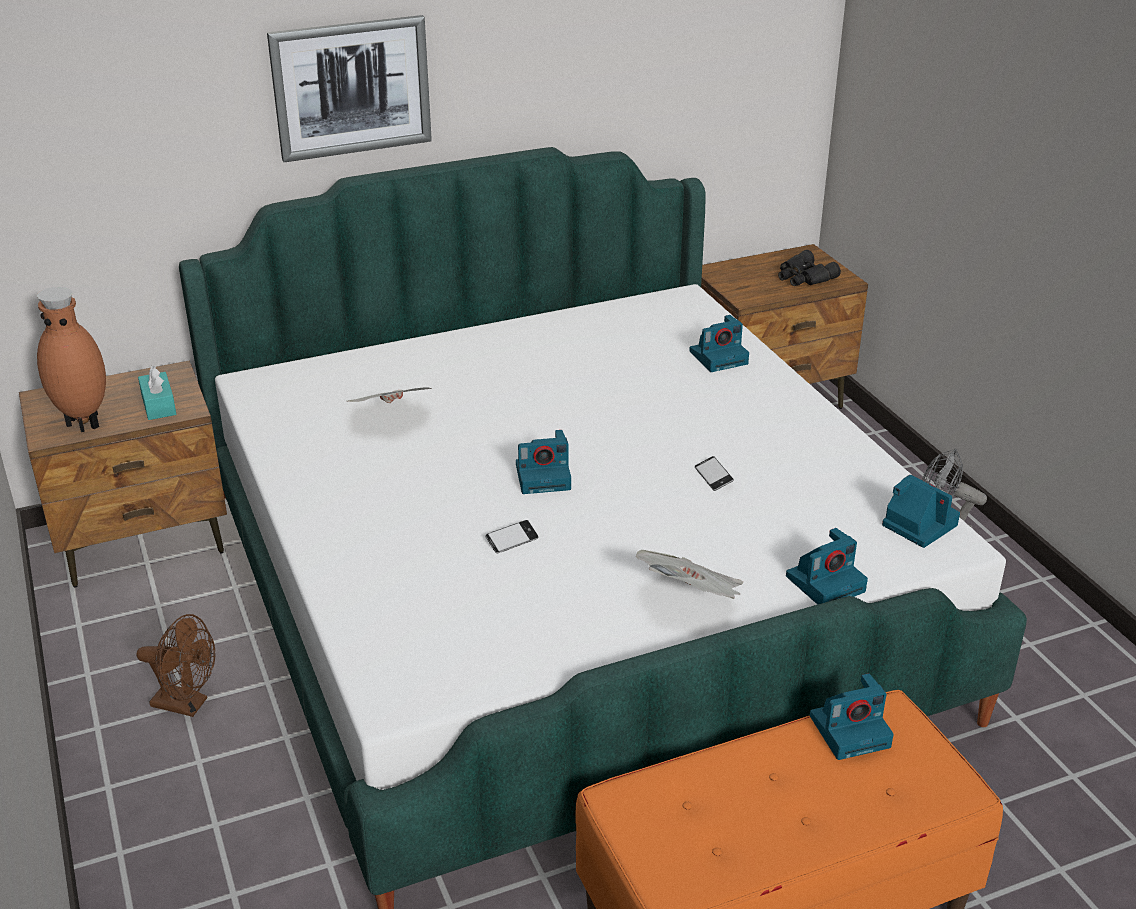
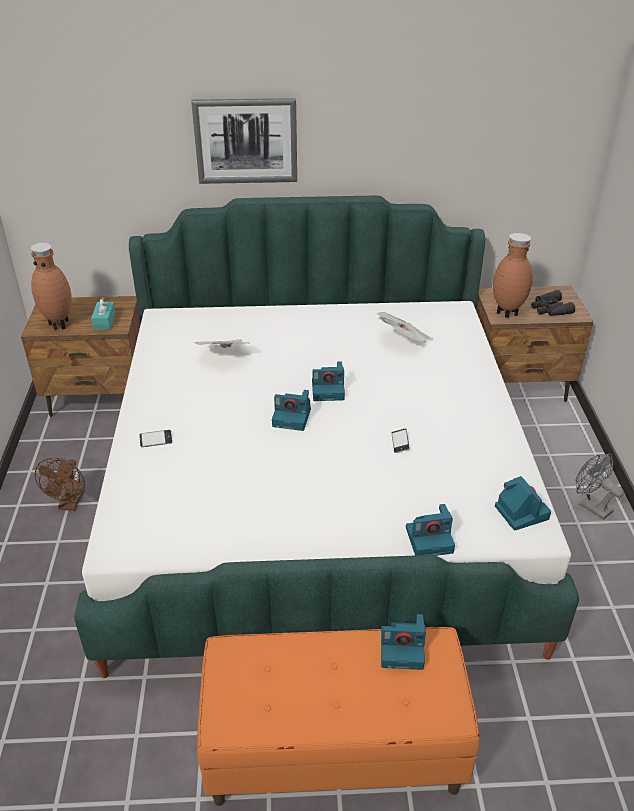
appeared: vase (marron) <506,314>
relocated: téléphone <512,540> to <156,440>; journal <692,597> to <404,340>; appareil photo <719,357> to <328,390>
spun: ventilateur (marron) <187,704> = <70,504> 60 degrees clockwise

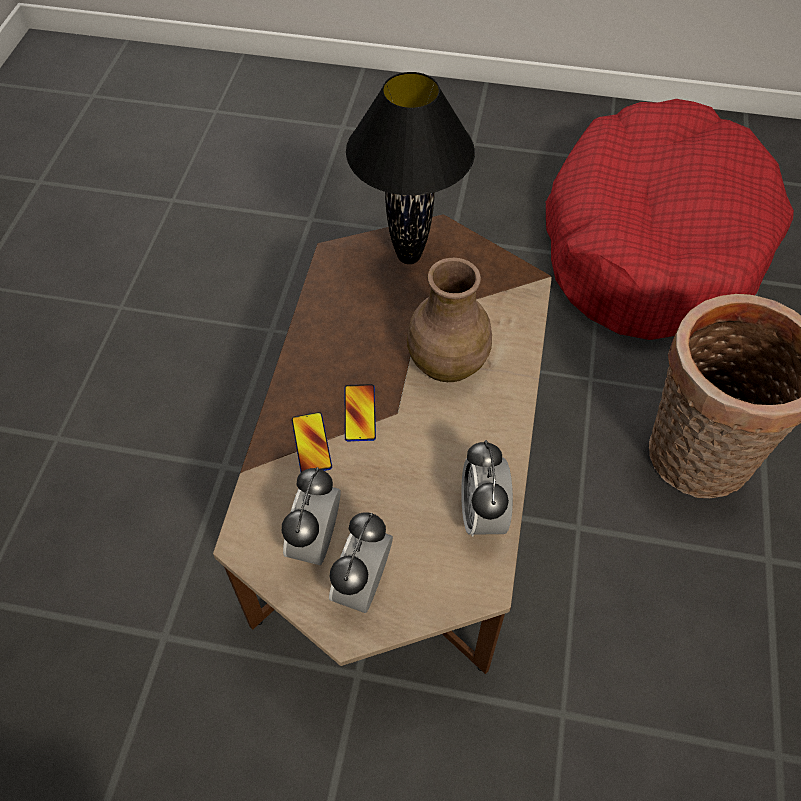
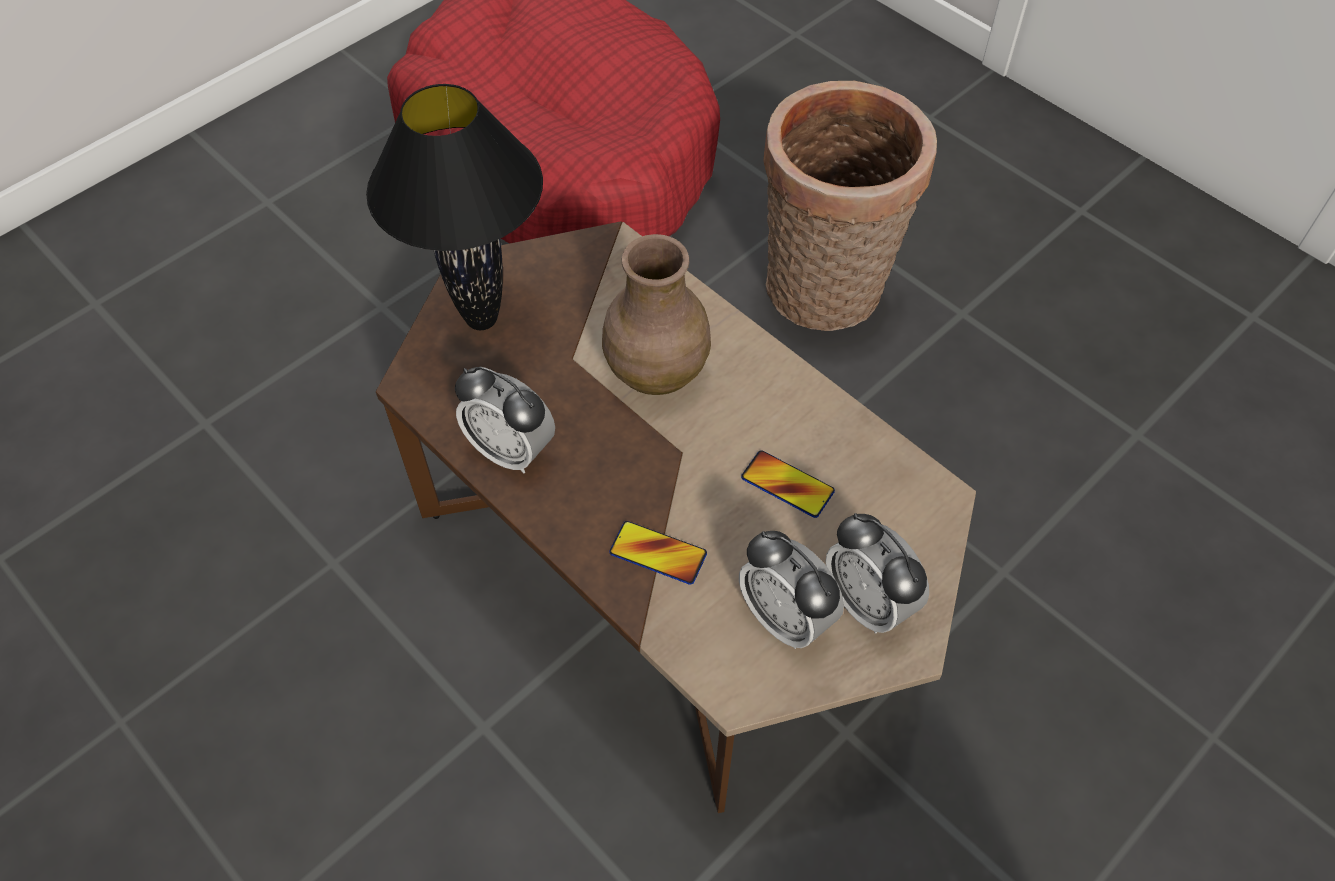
relocated: téléphone <359,413> to <787,485>; réveil <482,515> to <511,450>

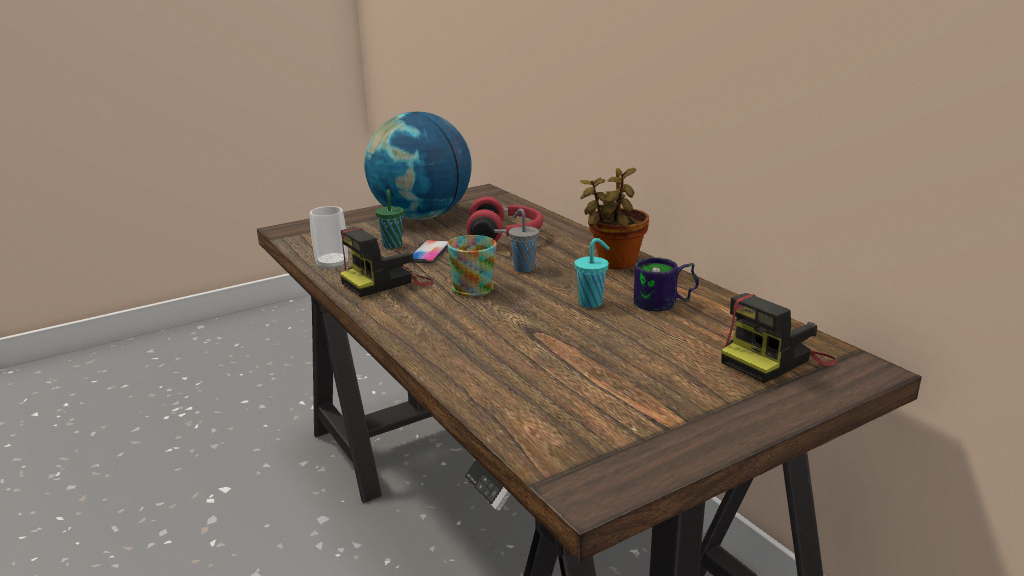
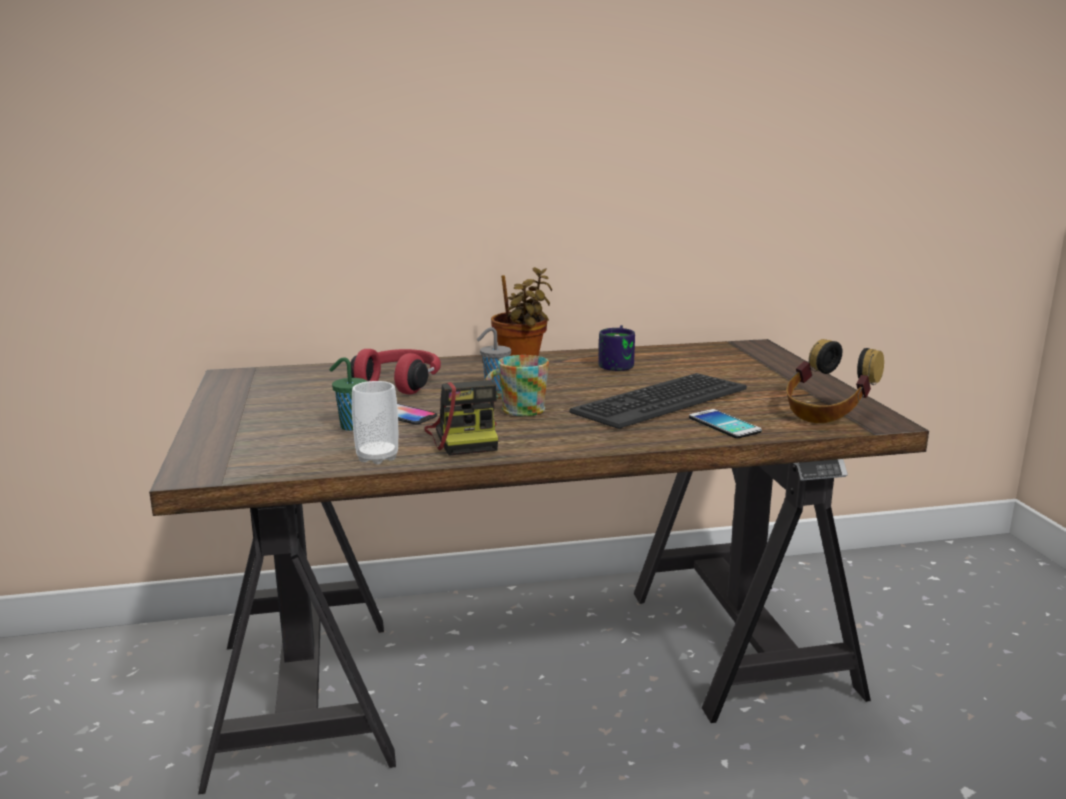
missing: globe <422,216>; tasse (turquoise) <592,303>; appareil photo <775,360>
appeared: clavier <659,401>; téléphone <724,425>; casque audio <827,414>

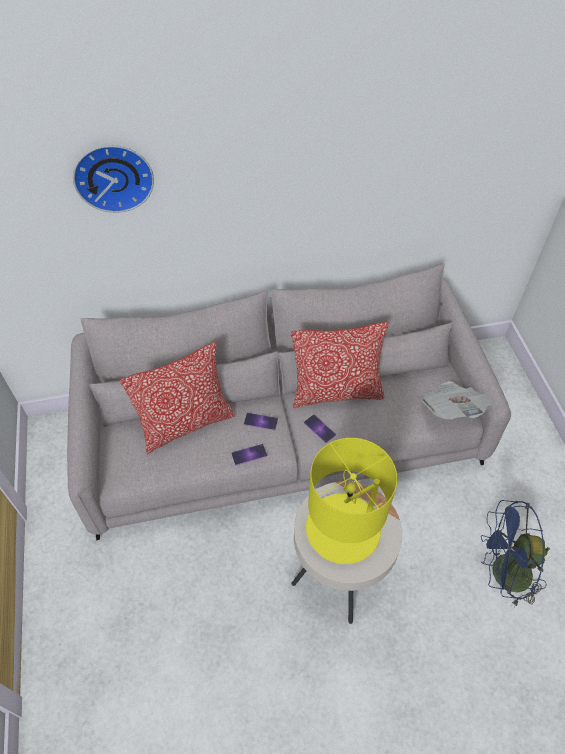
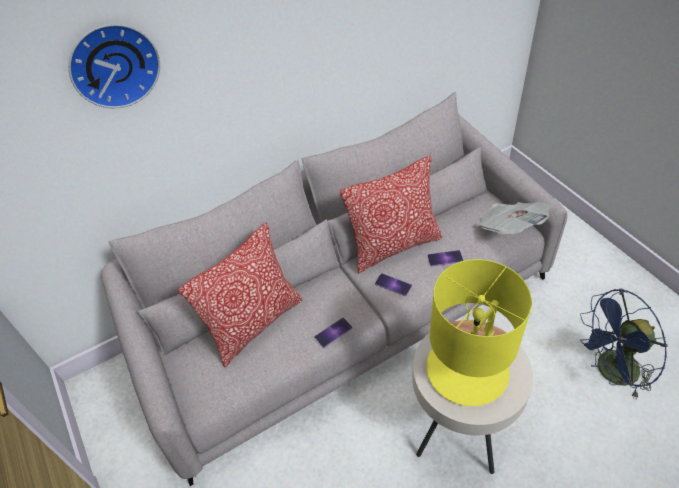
relocated: téléphone <260,421> to <445,258>

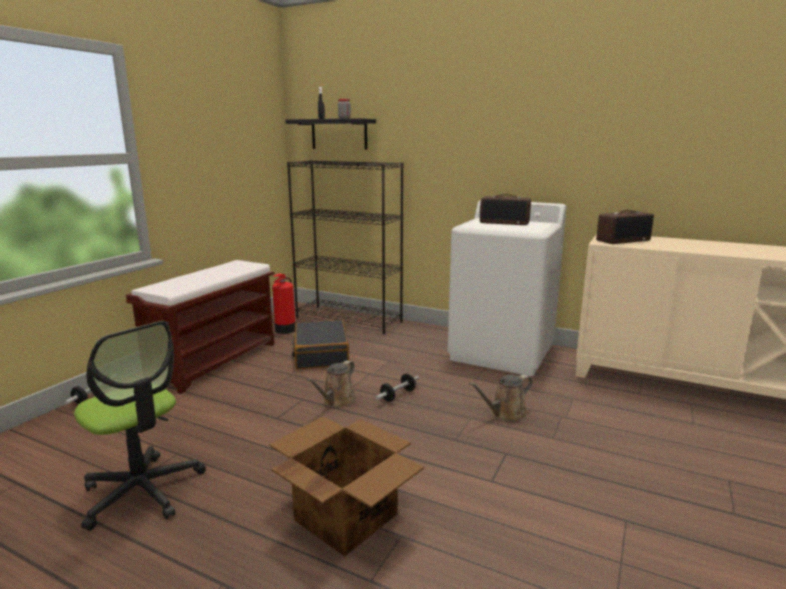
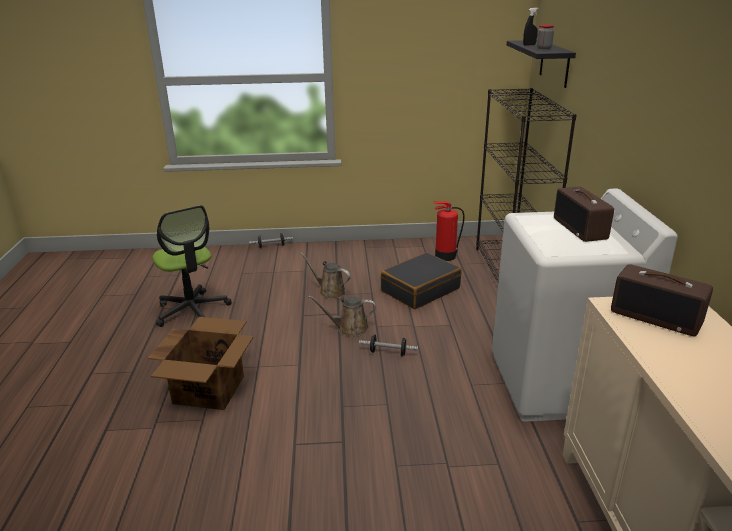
missing: banc (marron) <215,361>
relocated: arrosoir (marron) <505,414> to <330,291>
spun: chaise de bureau <142,491> = <192,310> 45 degrees counterclockwise

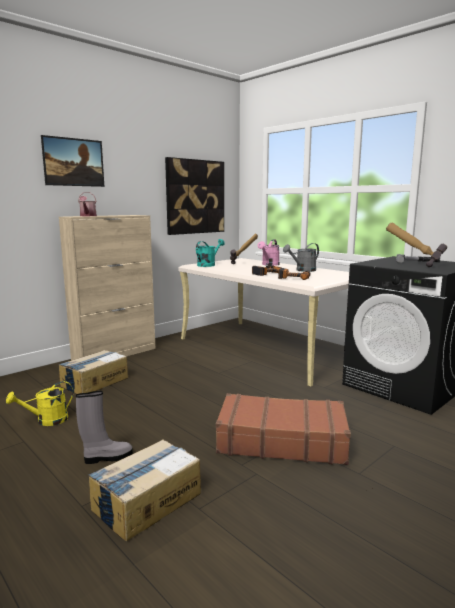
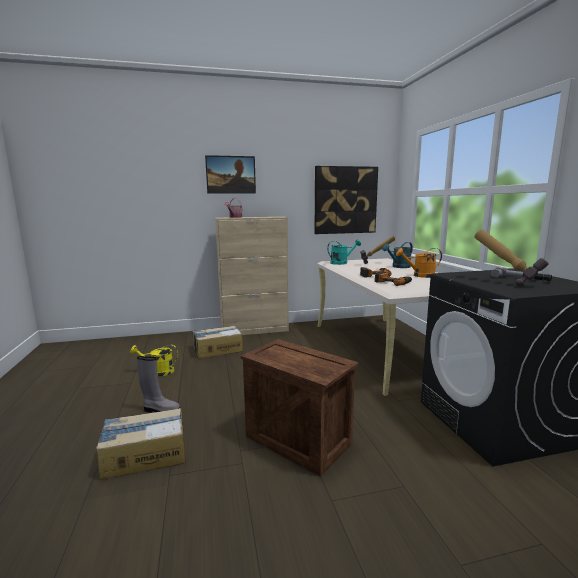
exchanged: valise (marron) <281,440> to caisse <296,440>
colour: arrosoir (rose) <269,264> to arrosoir (turquoise) <398,267>; arrosoir (gris) <303,270> to arrosoir (orange) <420,275>

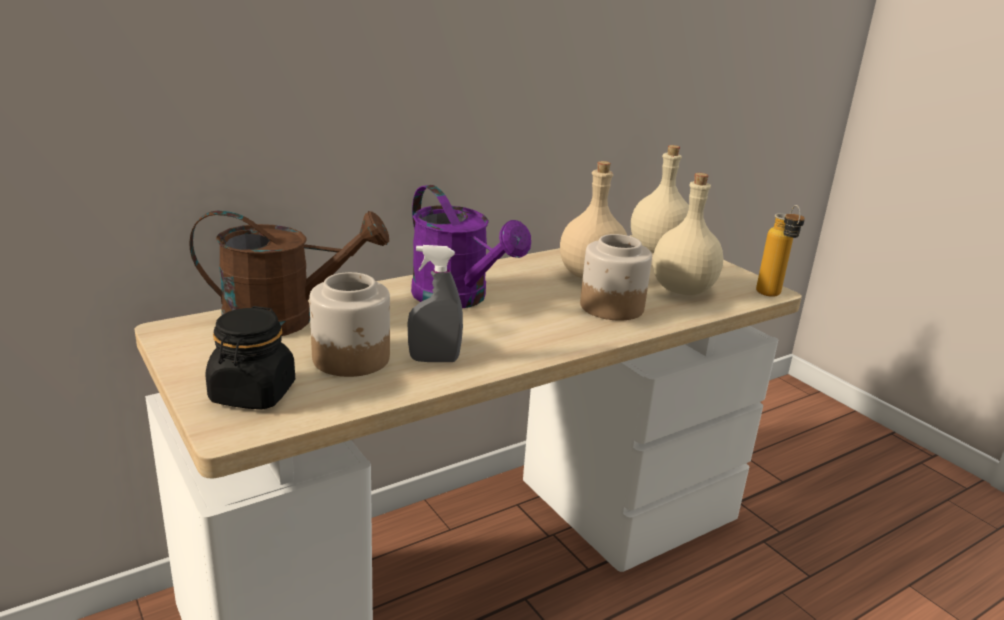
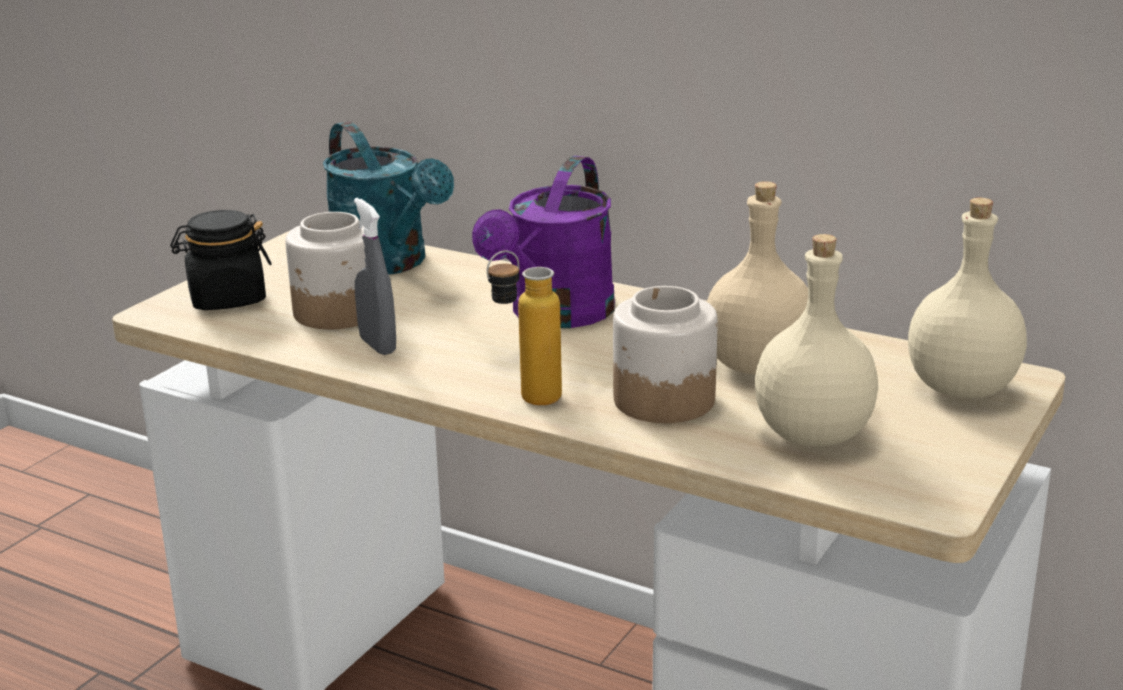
relocated: bouteille <771,296> to <526,402>
colour: arrosoir (marron) <285,319> to arrosoir (turquoise) <389,264>

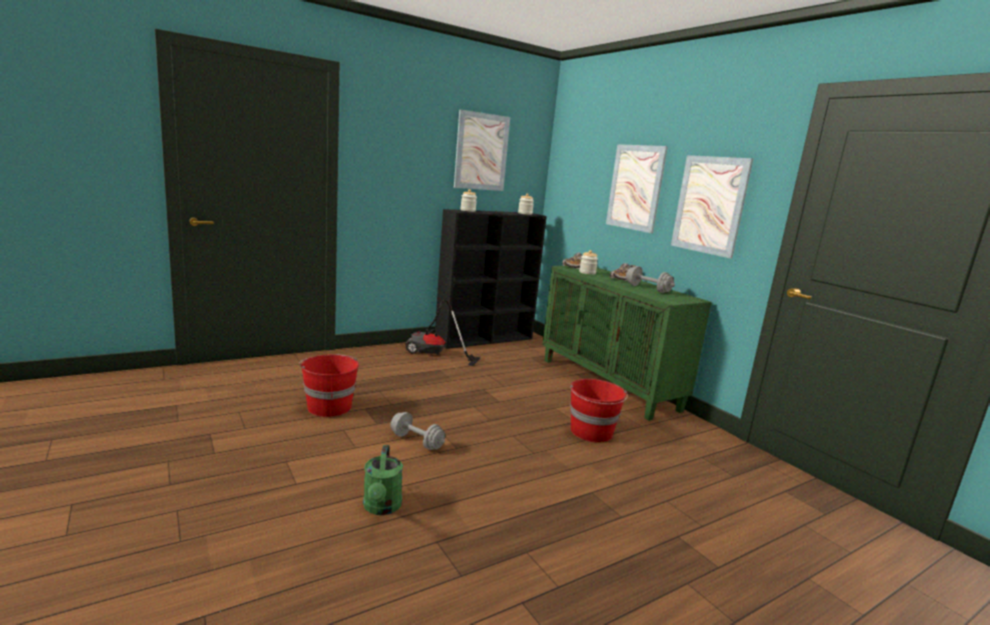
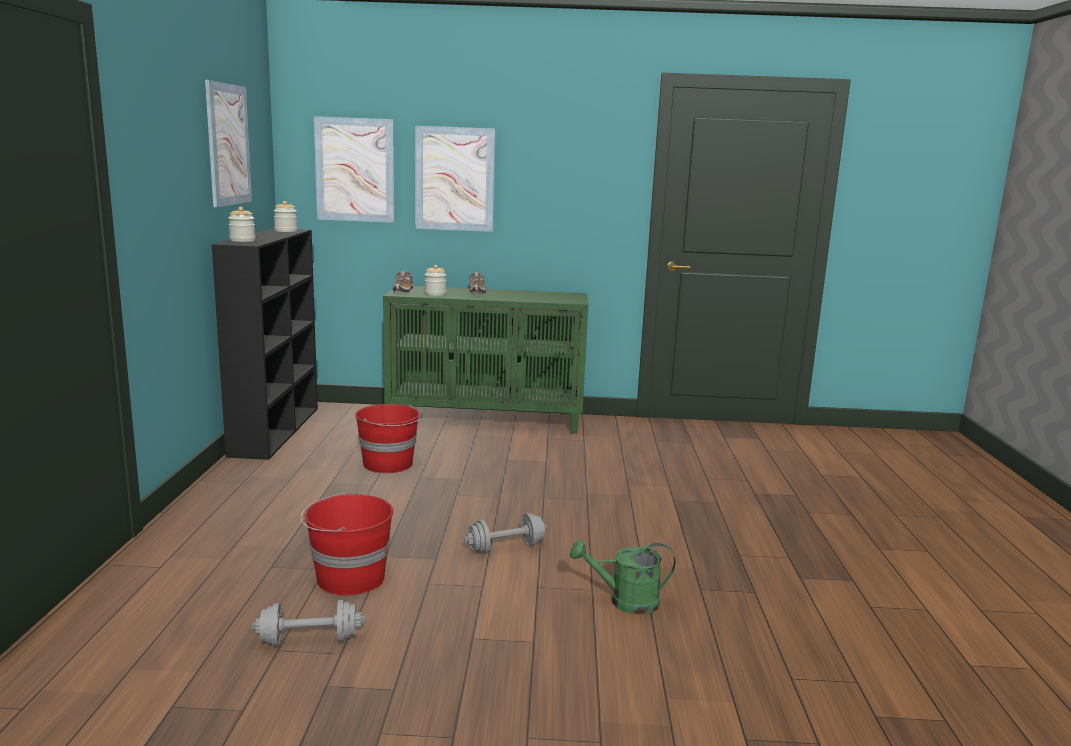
missing: aspirateur <434,355>
relocated: seau (rouge) <591,432> to <389,464>; haltère (gris) <647,289> to <309,640>; tableau <709,205> to <355,170>
spun: arrosoir (vert) <381,508> = <625,601> 150 degrees clockwise

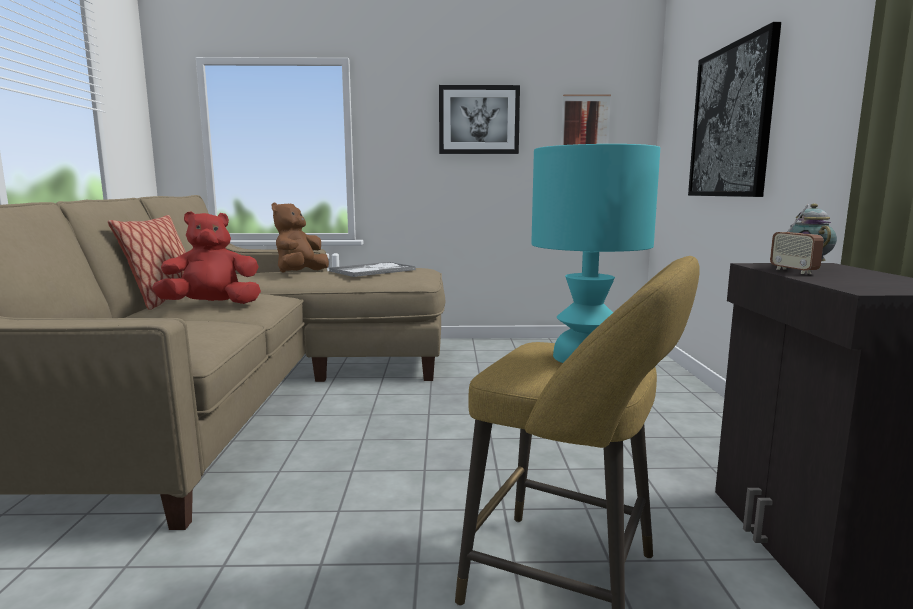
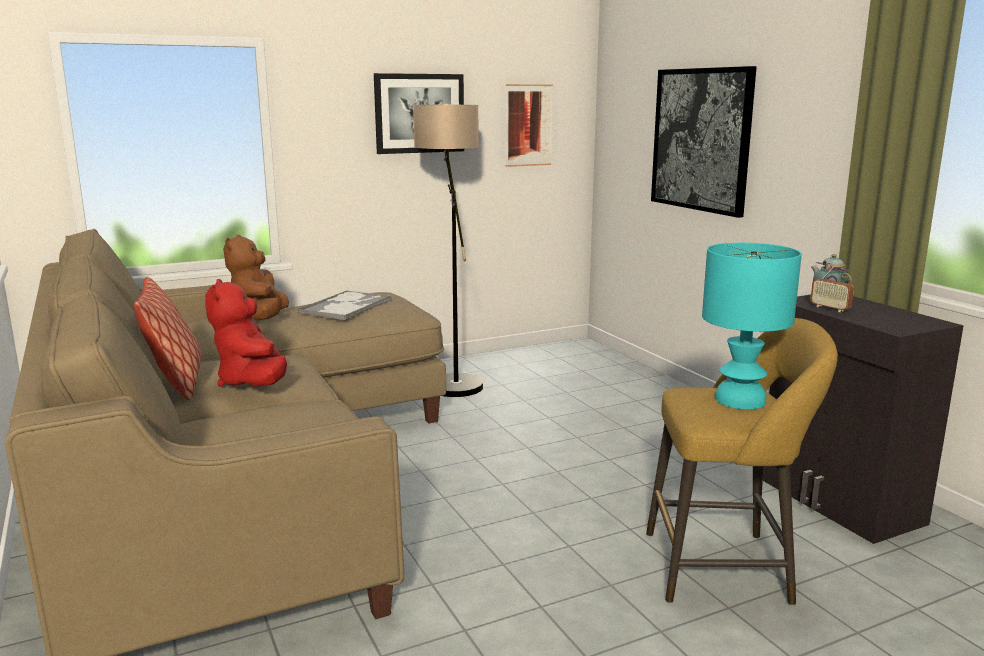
appeared: lampadaire <453,379>
spun: peluche (rouge) <212,305> = <253,383> 60 degrees counterclockwise

